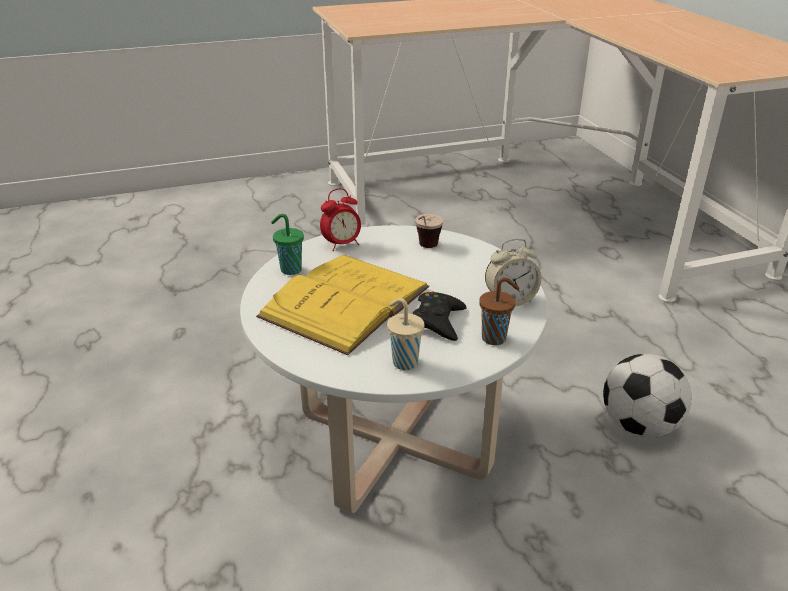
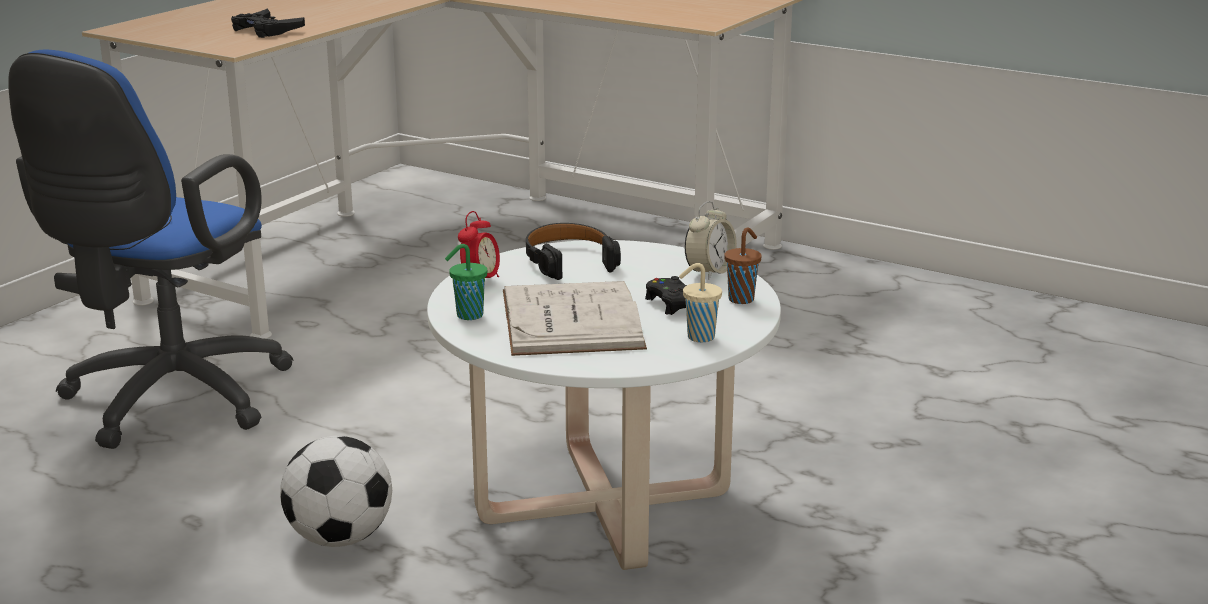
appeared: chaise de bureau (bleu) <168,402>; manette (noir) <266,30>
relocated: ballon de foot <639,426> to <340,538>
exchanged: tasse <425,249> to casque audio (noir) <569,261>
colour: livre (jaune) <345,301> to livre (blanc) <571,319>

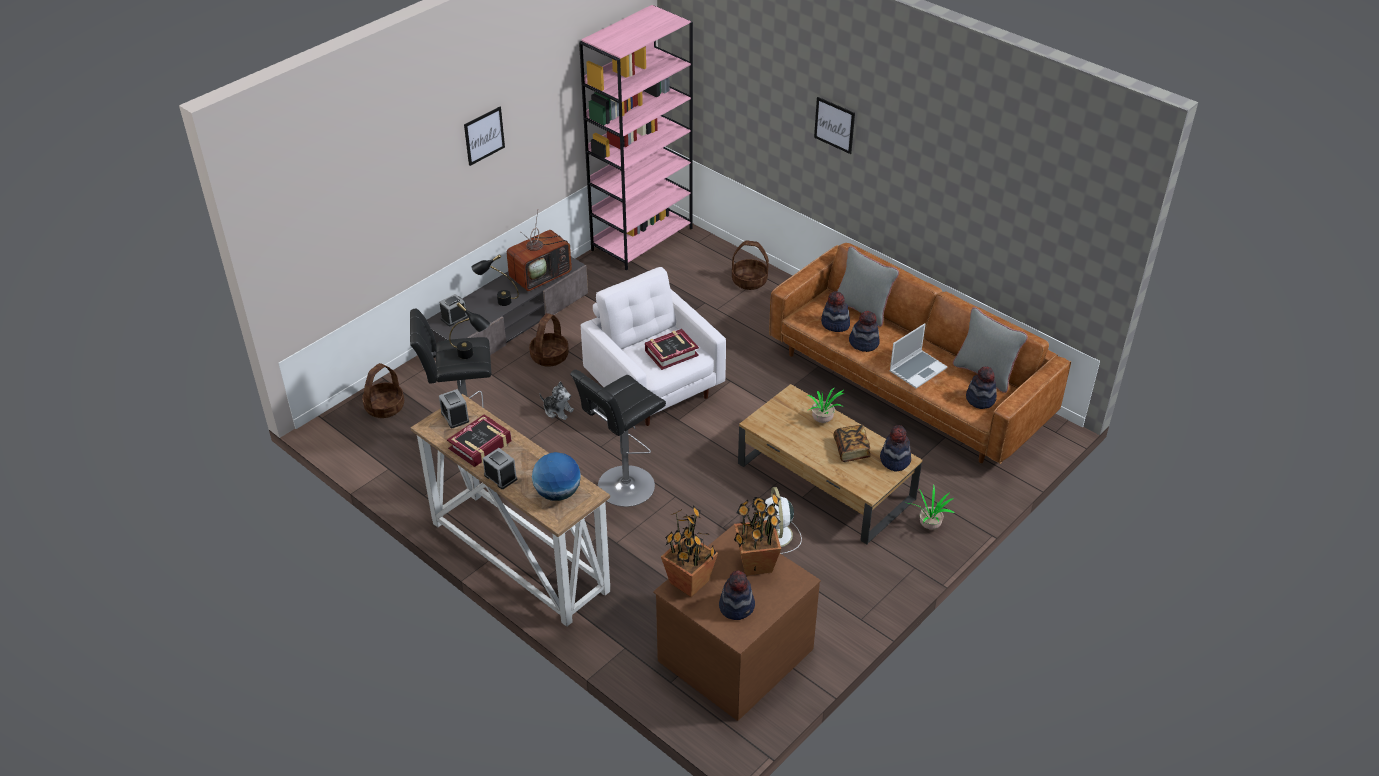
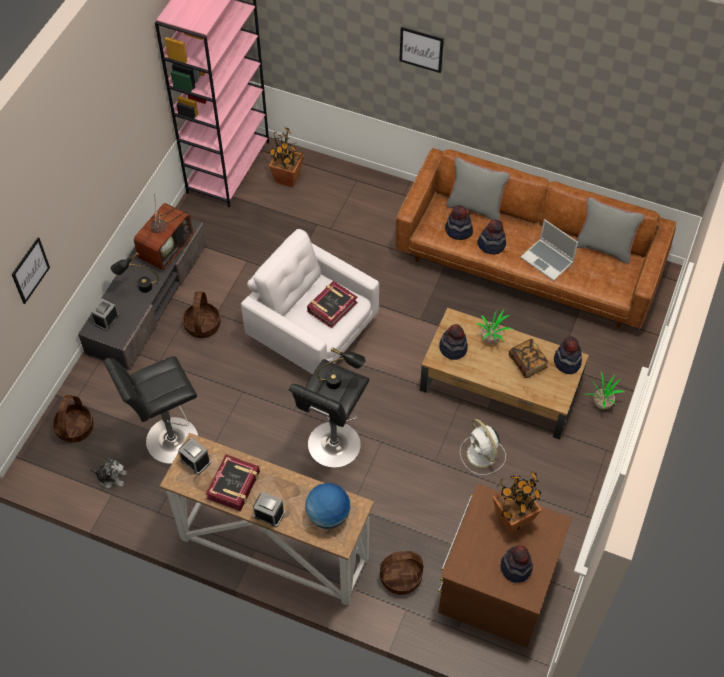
relocated: lampe de table (noir) <472,356> to <341,383>; tableau <484,135> to <30,270>; peluche <558,411> to <112,477>; plante en pot <689,582> to <287,178>; panier <749,281> to <401,577>; chapeau <980,399> to <453,348>
spun: ordinateur portable <917,369> = <548,260> 105 degrees clockwise

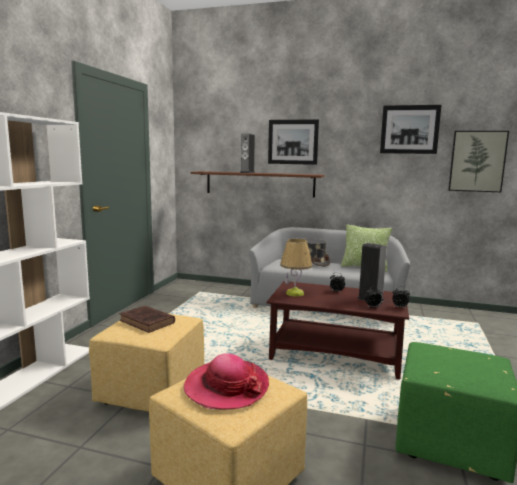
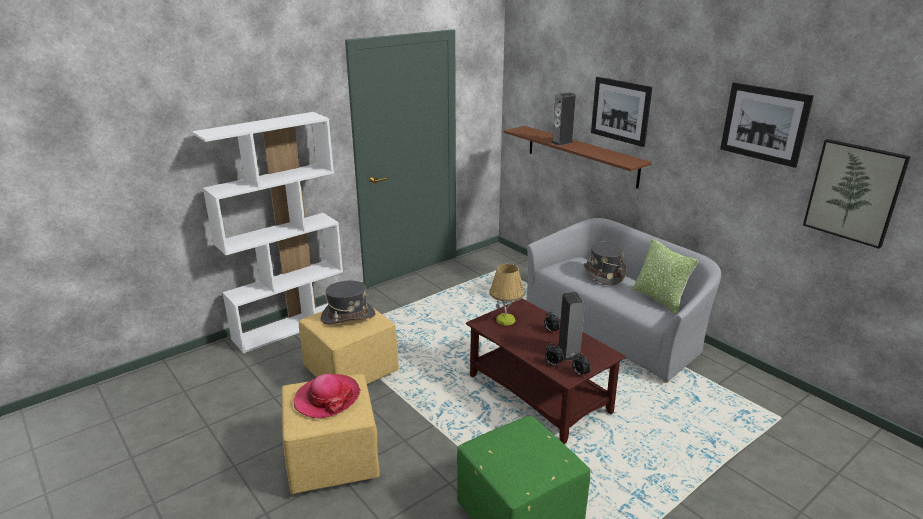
exchanged: livre (marron) <148,322> to chapeau (gris) <348,316>

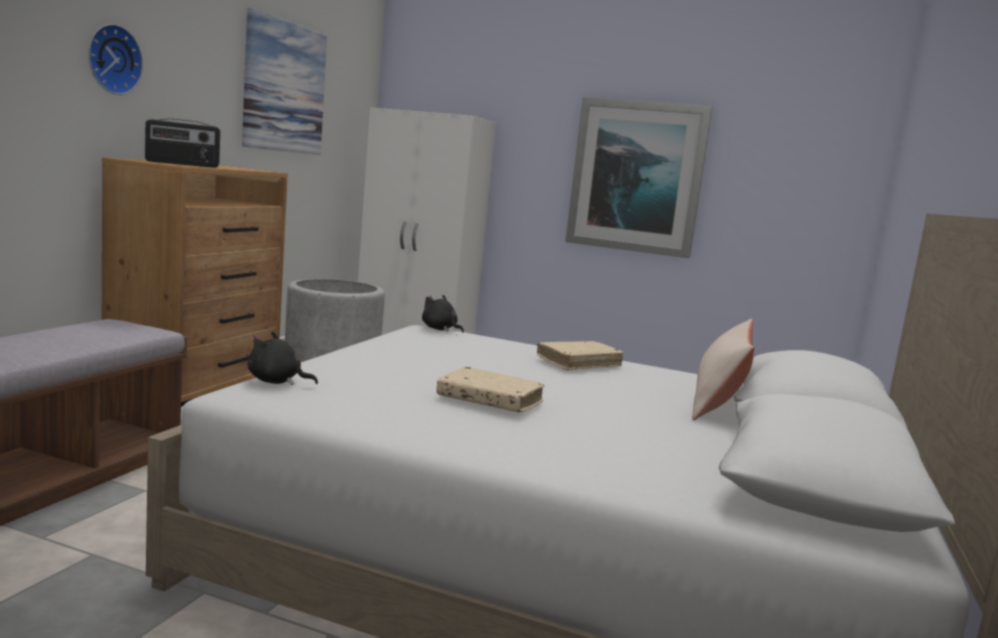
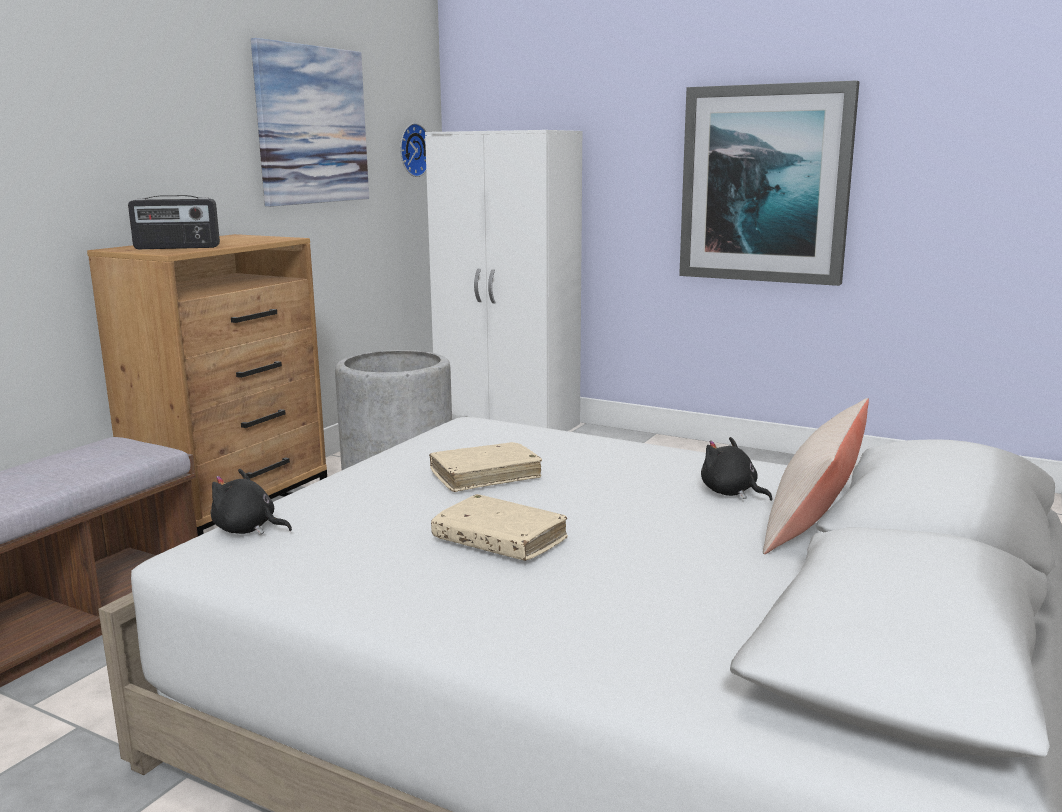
relocated: horloge murale <112,59> to <412,150>; peluche (noir) <440,329> to <731,493>; livre (beige) <578,363> to <485,476>

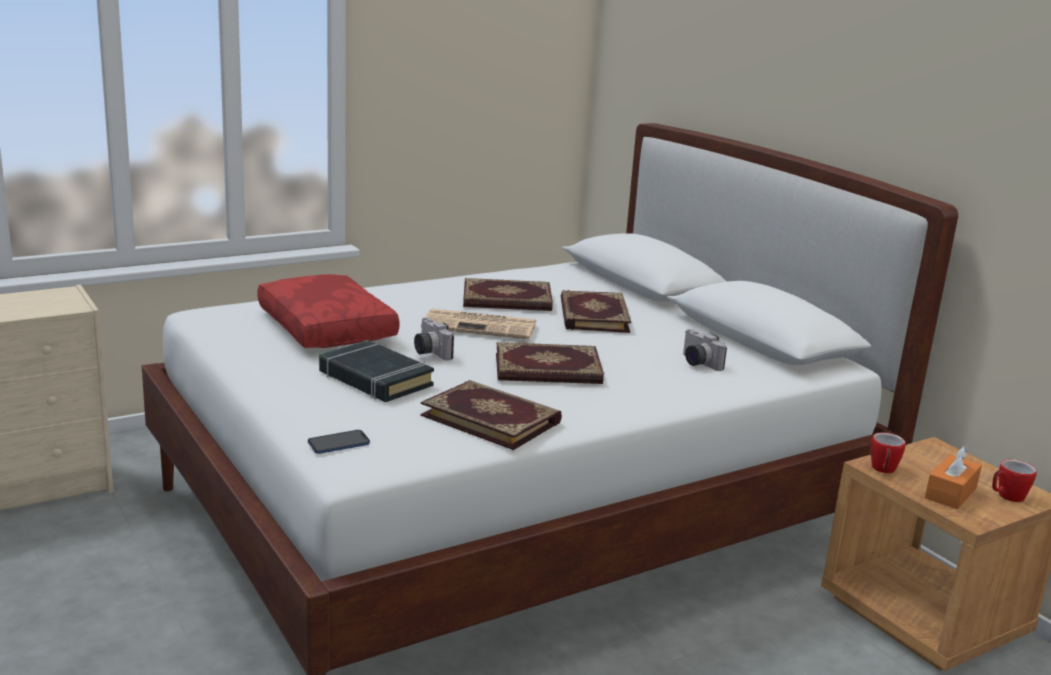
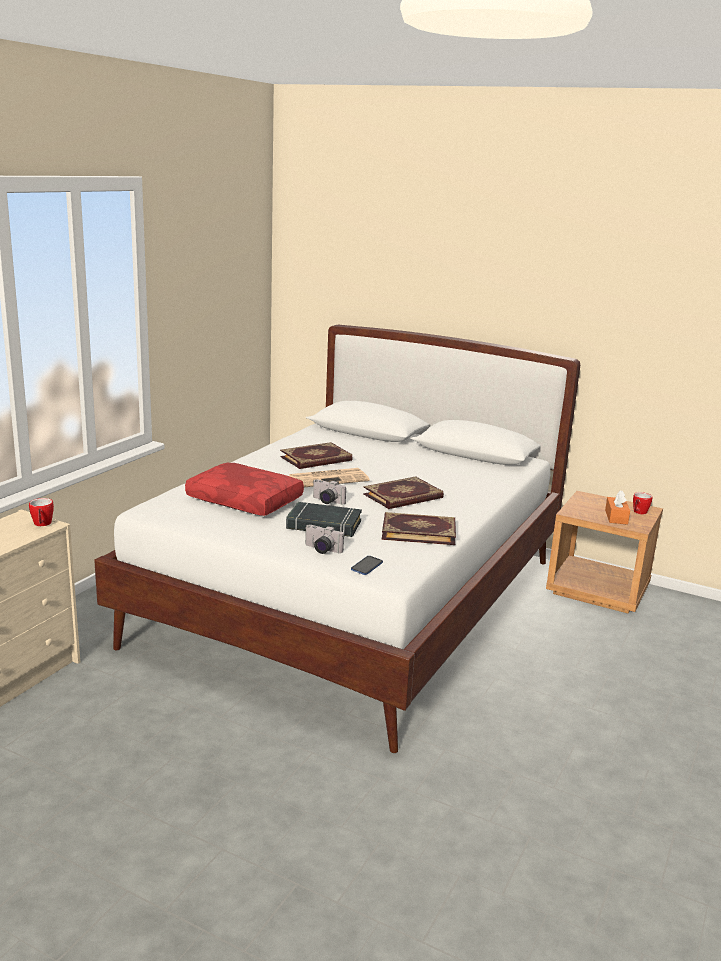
missing: livre <592,315>
relocated: appareil photo <696,363> to <321,550>; mug <883,470> to <42,524>

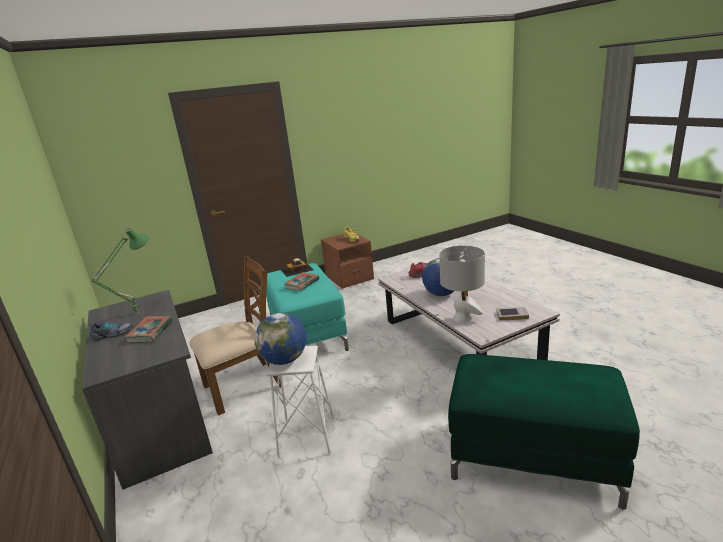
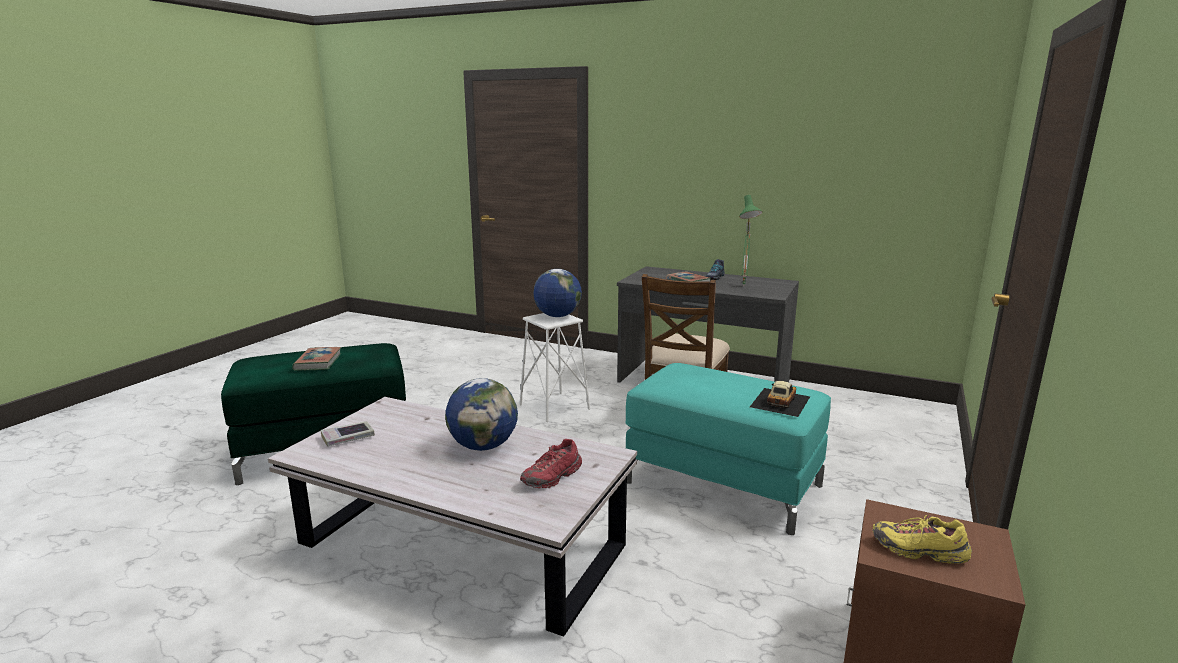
missing: lampe de table (gris) <462,318>
relocated: livre <302,284> to <318,362>

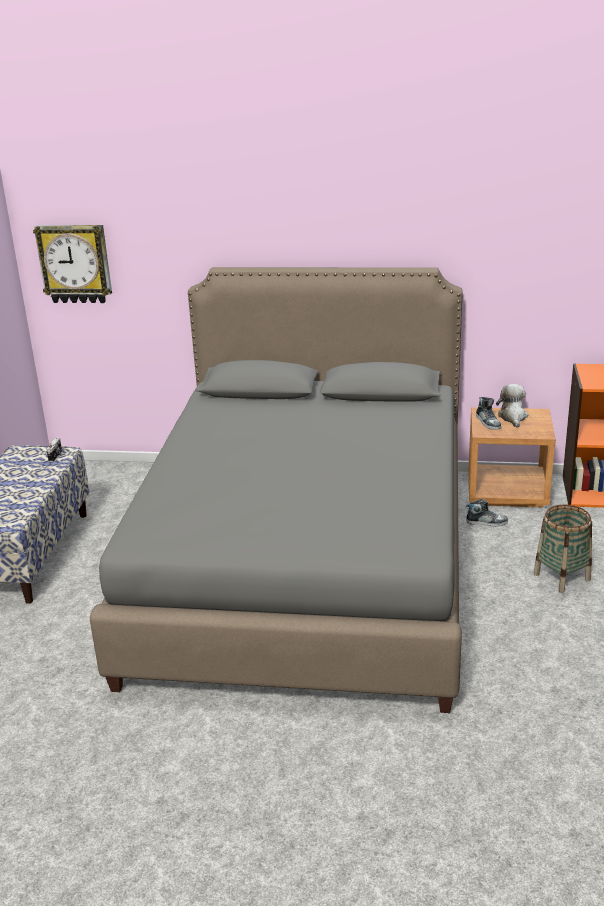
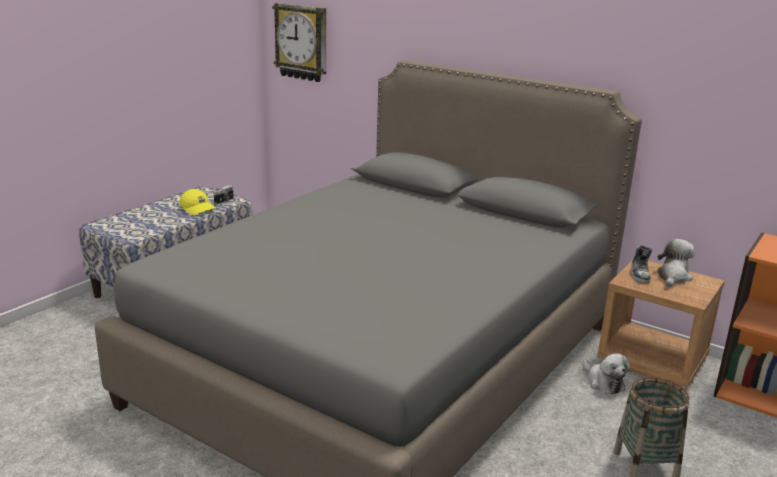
appeared: casquette (jaune) <198,208>
exchanged: chaussure <486,522> to peluche <603,382>

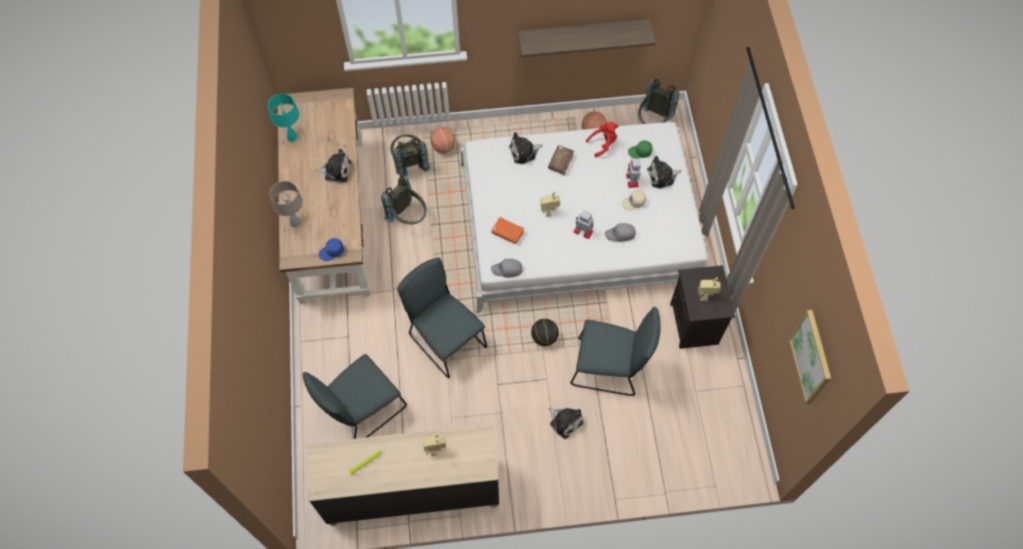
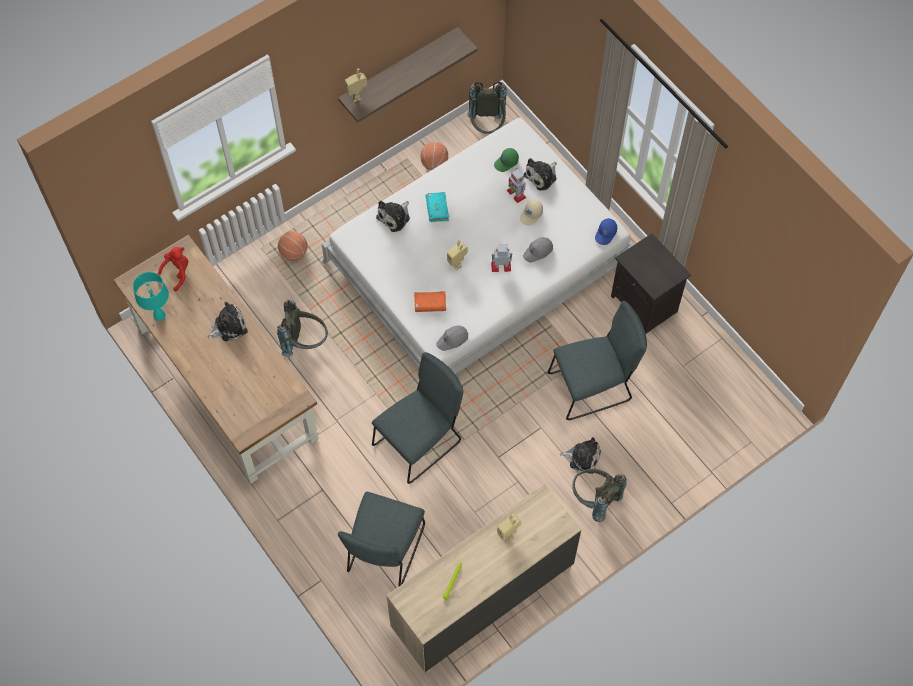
missing: lampe de table (beige) <295,222>; ballon de basket <544,337>; tableau <811,357>
relocated: casquette (bleu) <331,252> to <606,234>; sac à dos (gris) <409,162> to <594,499>; peluche (rouge) <603,144> to <177,273>; robot jouet <706,295> to <357,95>
colour: livre (marron) <560,162> to livre (turquoise) <437,209>
spun: chaise (gris) <445,339> = <420,441> 120 degrees clockwise

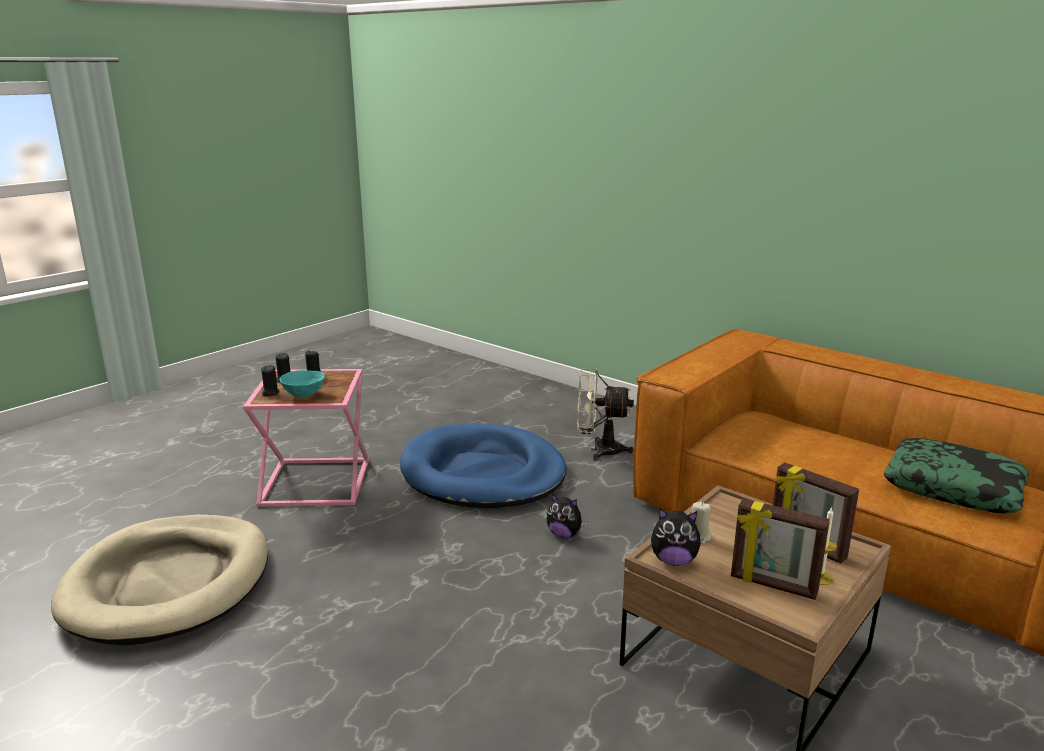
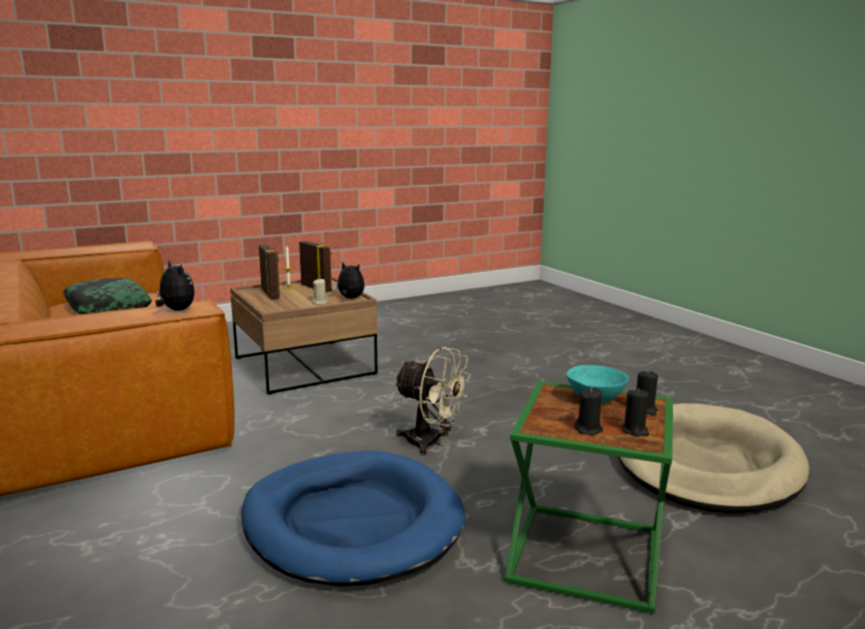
relocated: peluche <564,534> to <176,310>; ventilateur (beige) <599,450> to <431,443>
colour: table d'appoint (rose) <318,482> to table d'appoint (vert) <582,557>

